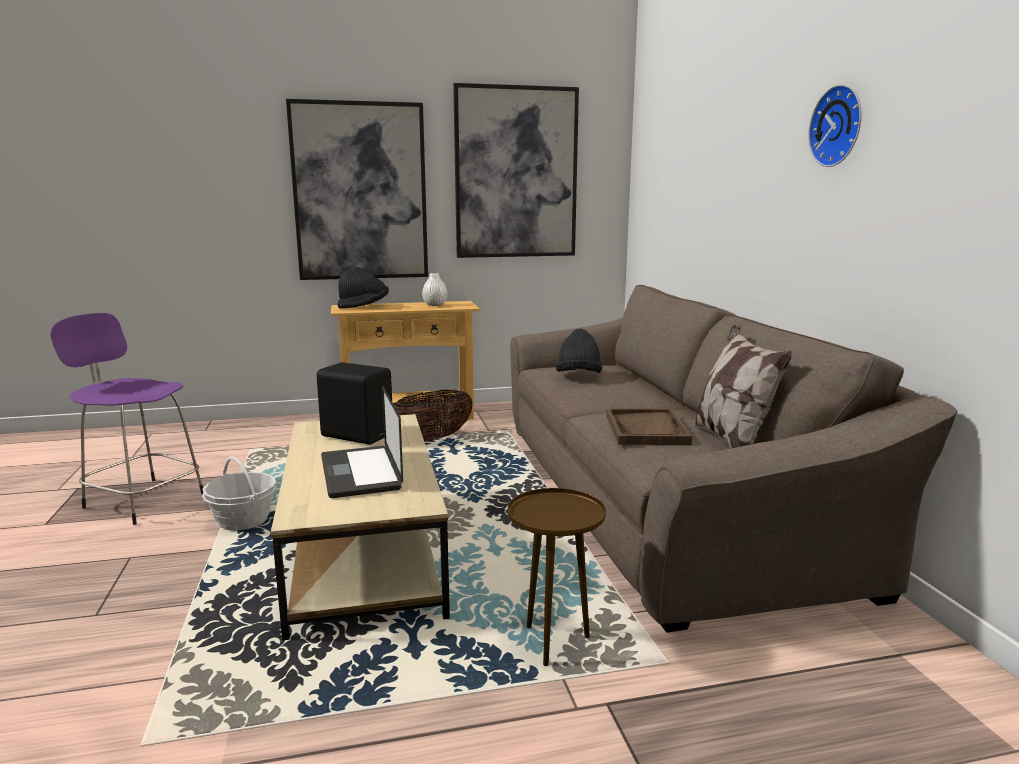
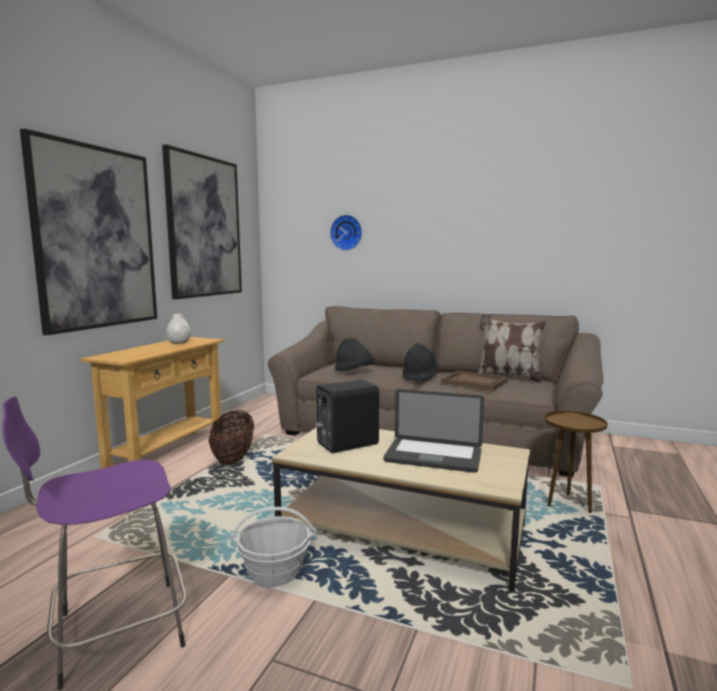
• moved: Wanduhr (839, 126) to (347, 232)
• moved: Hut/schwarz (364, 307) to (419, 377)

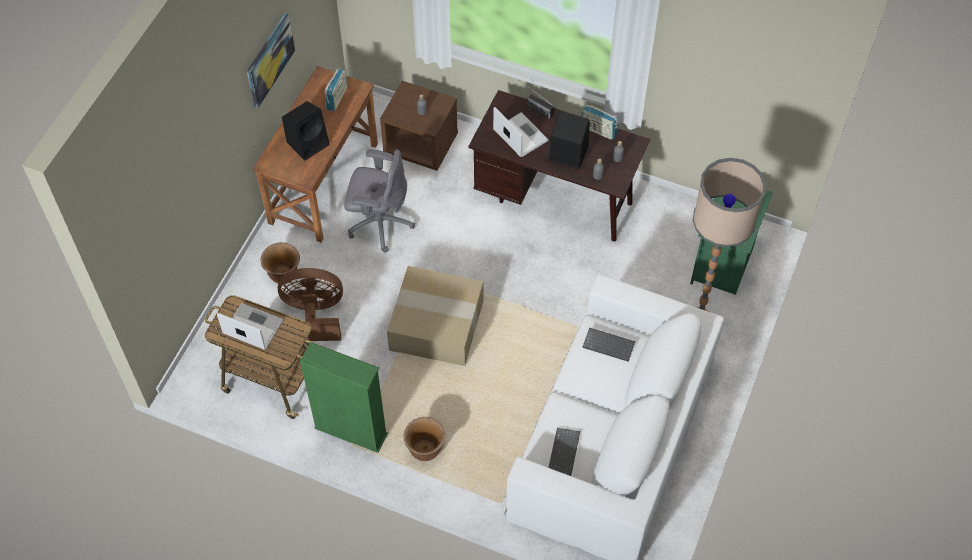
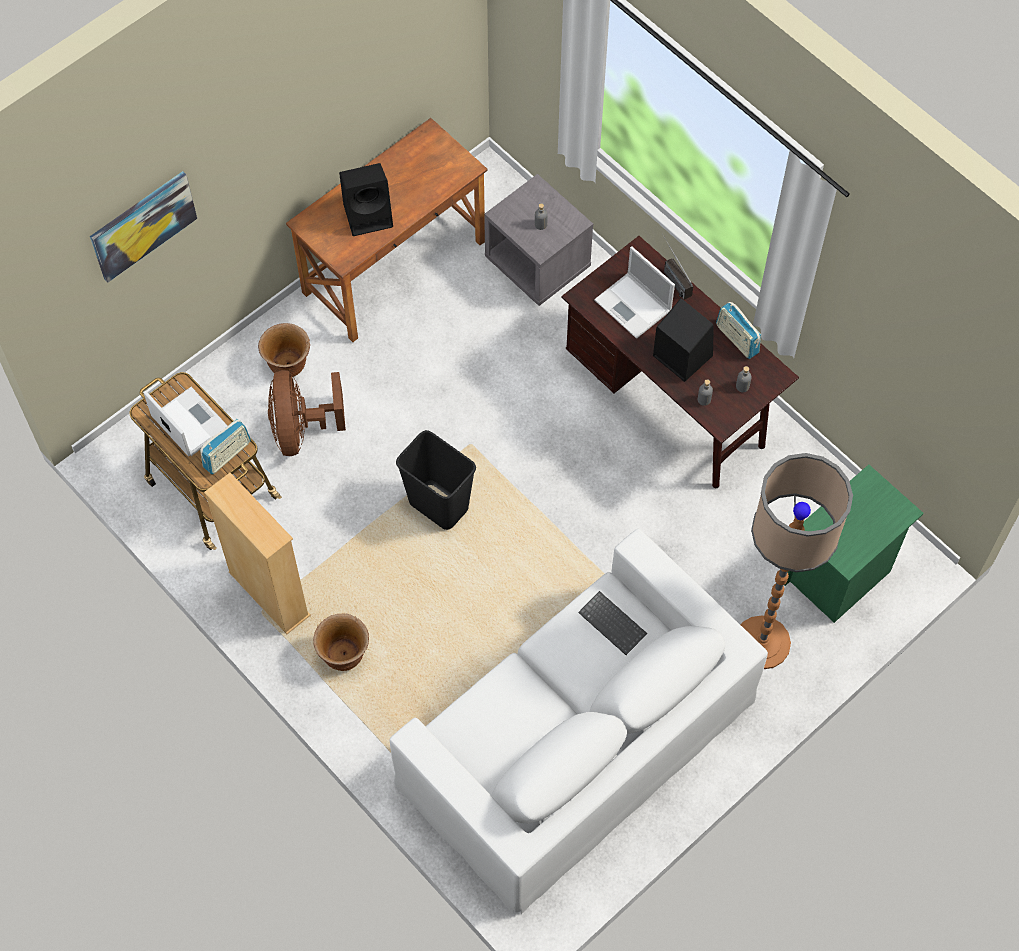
• moved: Bild (269, 60) to (143, 225)
• moved: Radio (337, 97) to (227, 454)
• recoloured: Bücherregal/grün (351, 431) to Bücherregal/beige (269, 594)
• turned: Ventilator/braun (315, 313) = (301, 429) 120 degrees counterclockwise
• replaced: Karton (438, 324) to Mülleimer/schwarz (439, 505)
• recoloured: Nachttisch/braun (421, 145) to Nachttisch/grau (538, 264)
• turned: Laptop (519, 135) = (634, 306) 150 degrees clockwise
• removed: Bürostuhl/grau (379, 223)
• removed: Tastatur (564, 453)

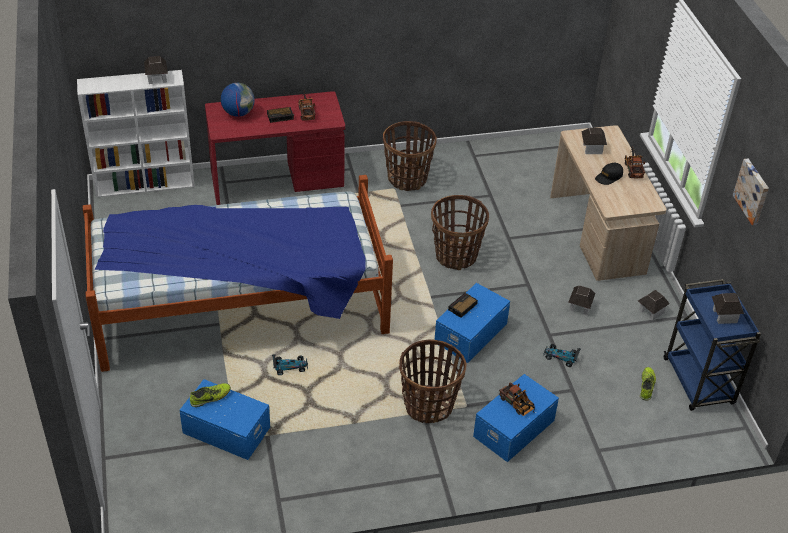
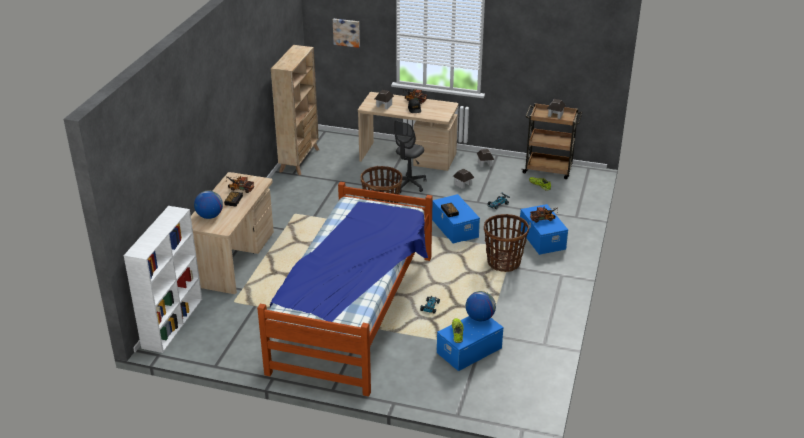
• recoloured: Schreibtisch/rot (277, 180) to Schreibtisch/beige (234, 259)
• added: Bücherregal/beige (299, 160)
• moved: Bild (752, 191) to (346, 32)
• added: Bürostuhl/grau (408, 184)
• added: Globus (479, 318)
• recoloured: Rollwagen/blau (699, 383) to Rollwagen/braun (548, 169)
• removed: Spielzeughaus (157, 78)
• removed: Korb (407, 179)

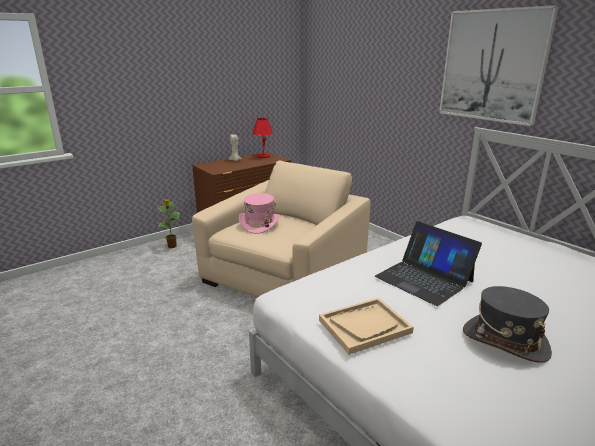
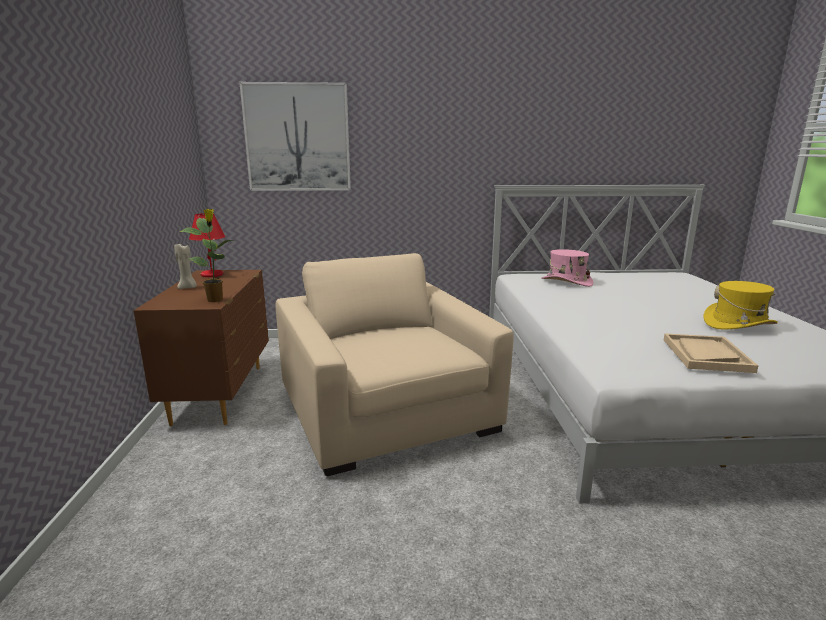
• moved: Topfpflanze (172, 246) to (216, 300)
• moved: Bild (492, 66) to (297, 138)
• moved: Hut/rosa (259, 224) to (566, 282)
• recoloured: Hut/grau (504, 341) to Hut/gelb (738, 324)
• removed: Laptop (424, 279)

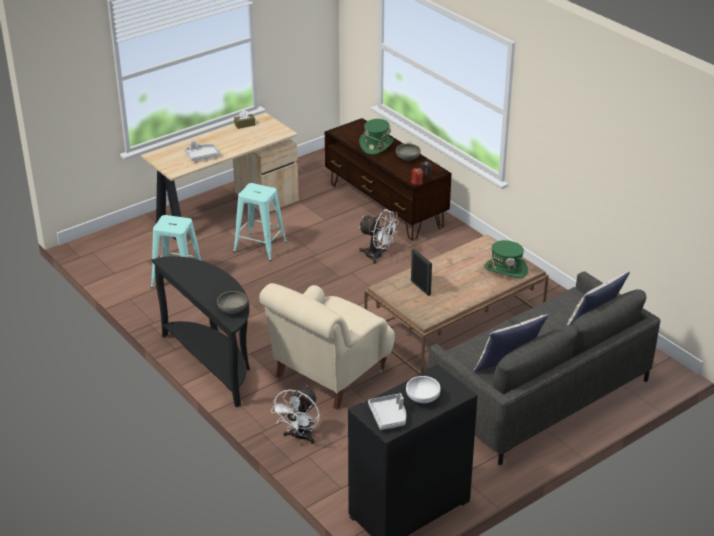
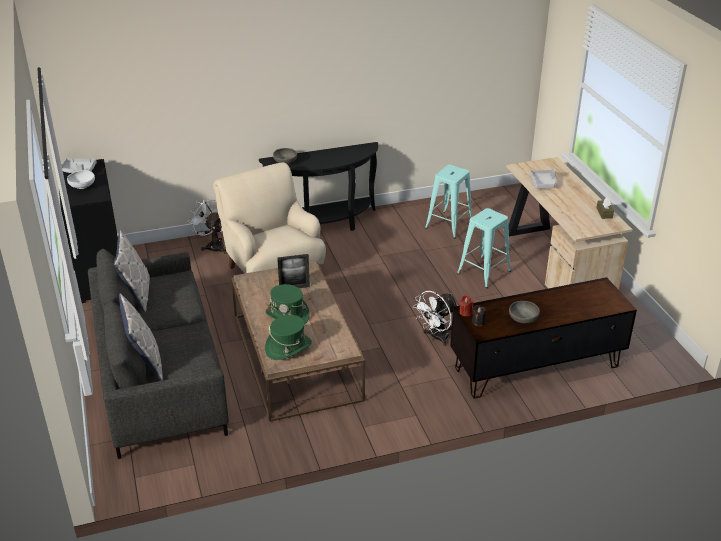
• moved: Hut/grün (376, 145) to (287, 315)

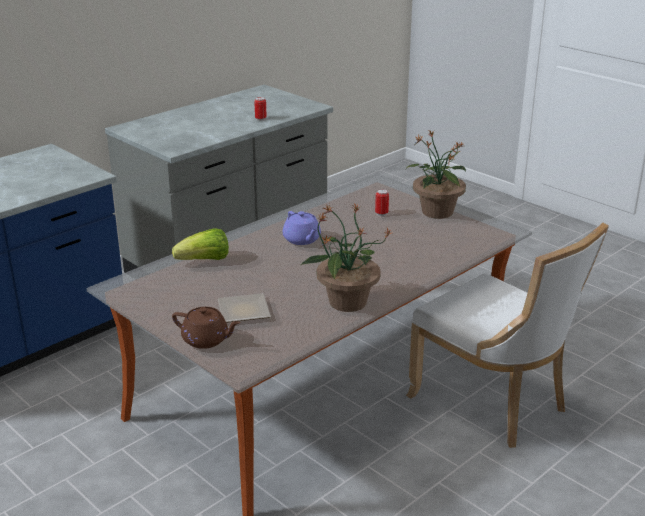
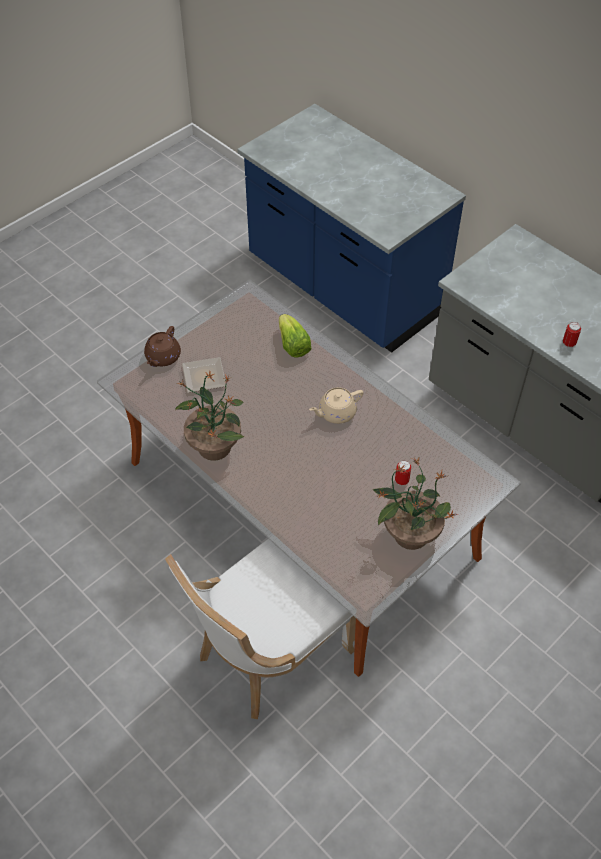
• recoloured: Teekanne/lila (302, 240) to Teekanne/beige (336, 413)

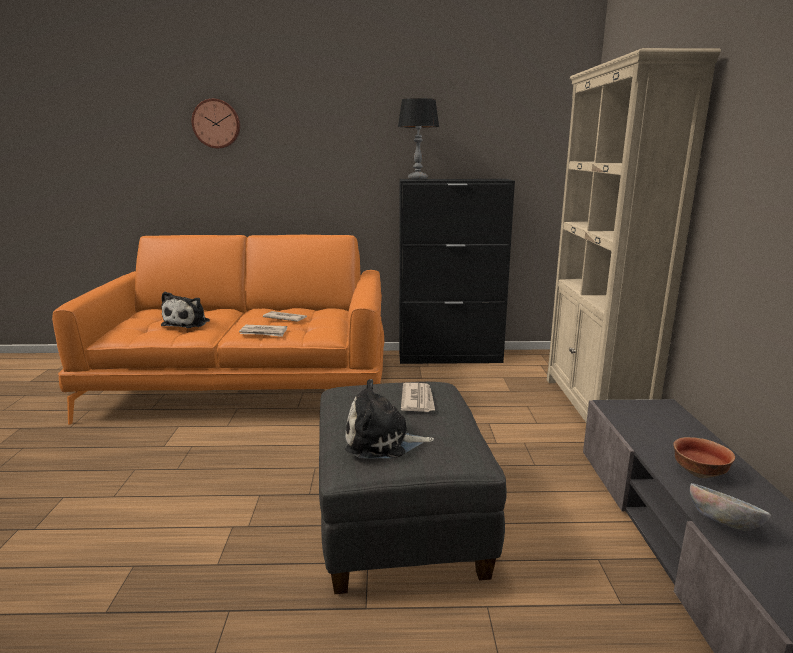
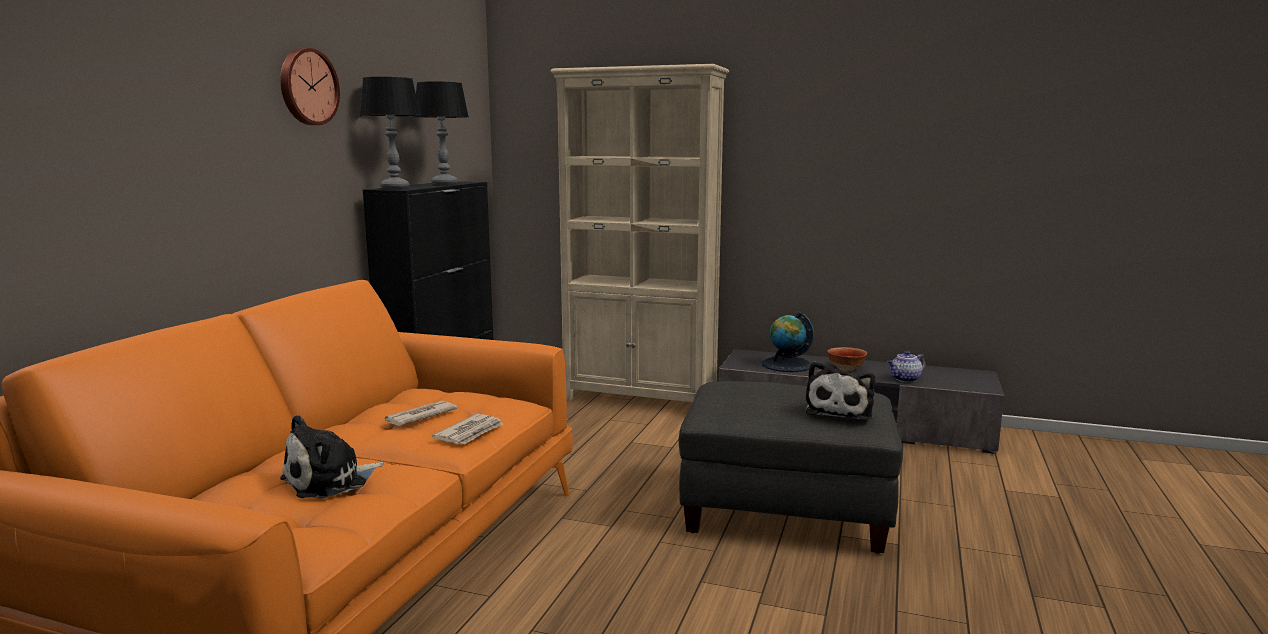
• moved: Wanduhr (216, 124) to (307, 87)
• turned: Plüschtier (188, 323) = (330, 481) 105 degrees clockwise
• added: Tischlampe (444, 183)
• added: Globus (786, 365)
• replaced: Schüssel (722, 524) to Teekanne (905, 379)
• removed: Zeitung (418, 400)

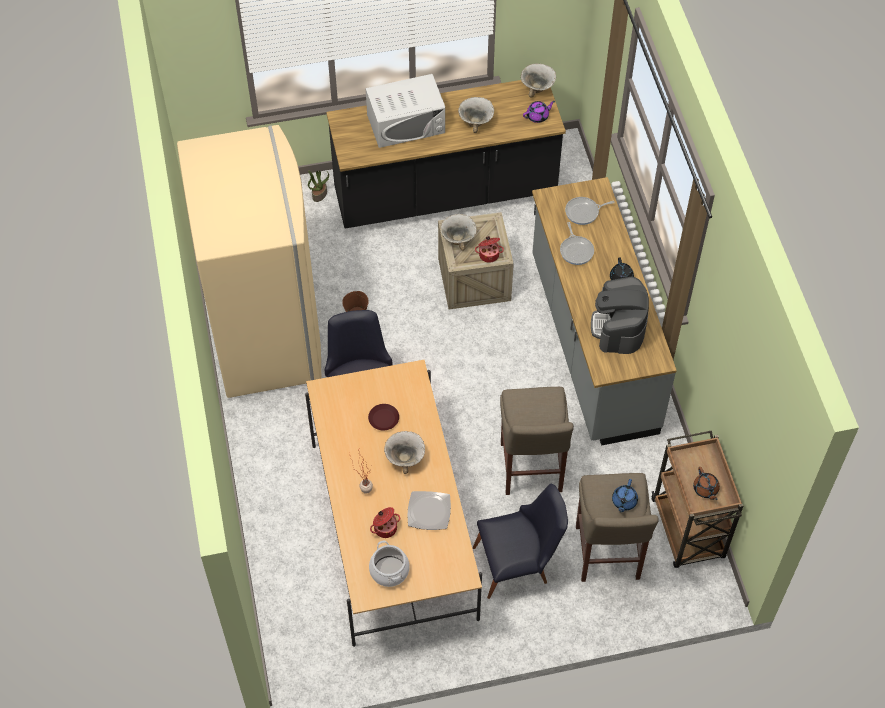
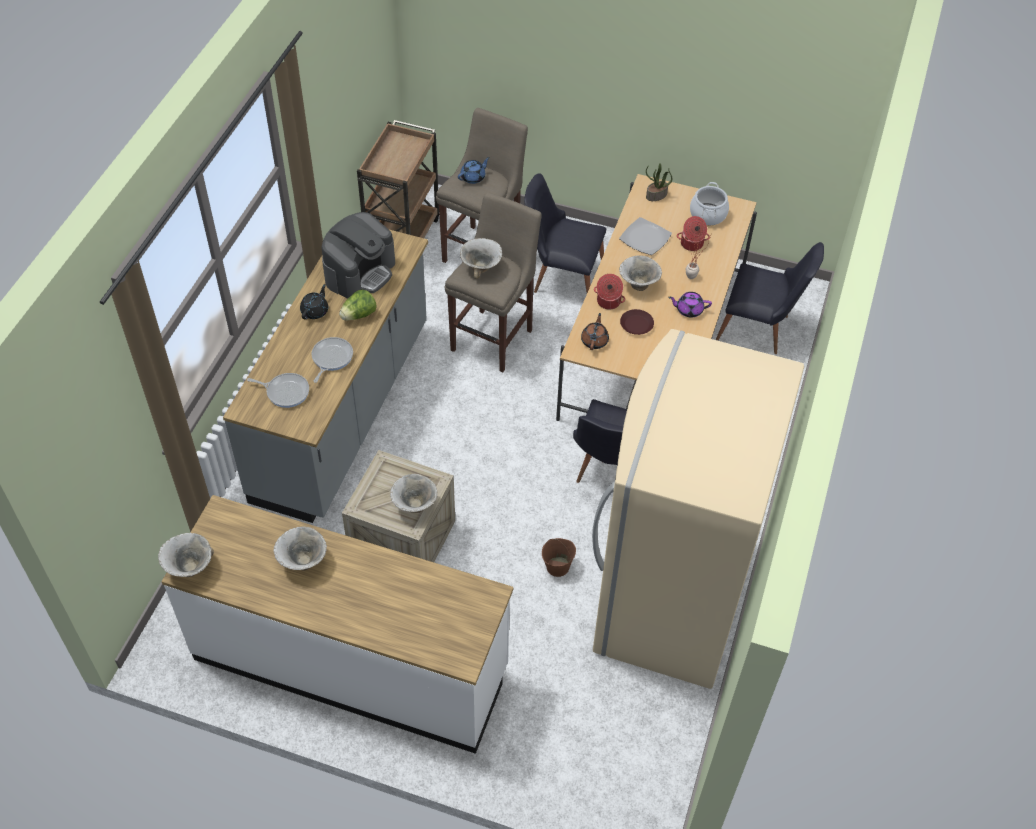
• recoloured: Küchenzeile/schwarz (445, 194) to Küchenzeile/weiß (351, 662)
• added: Salatkopf (359, 315)
• added: Schüssel (481, 268)
• moved: Teekanne/braun (705, 489) to (594, 340)
• moved: Kochtopf (489, 254) to (608, 302)
• moved: Topfpflanze (319, 194) to (656, 196)
• moved: Teekanne/lila (538, 116) to (689, 310)
• added: Stuhl/schwarz (760, 330)
• removed: Mikrowelle/weiß (406, 123)

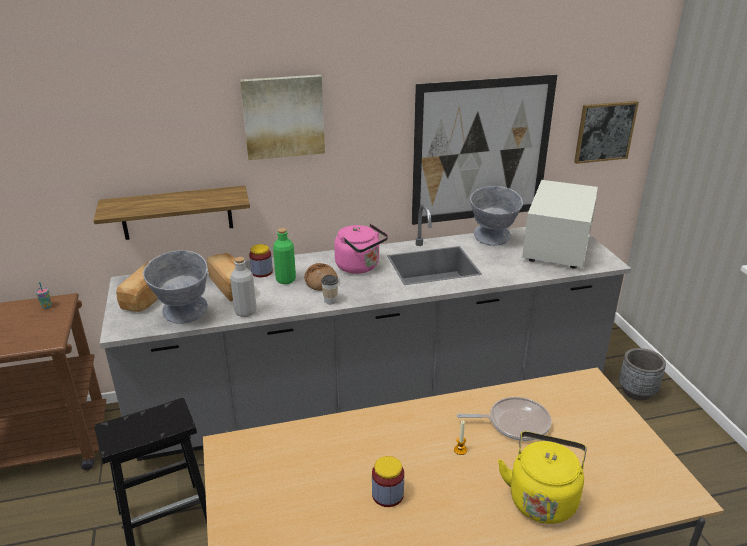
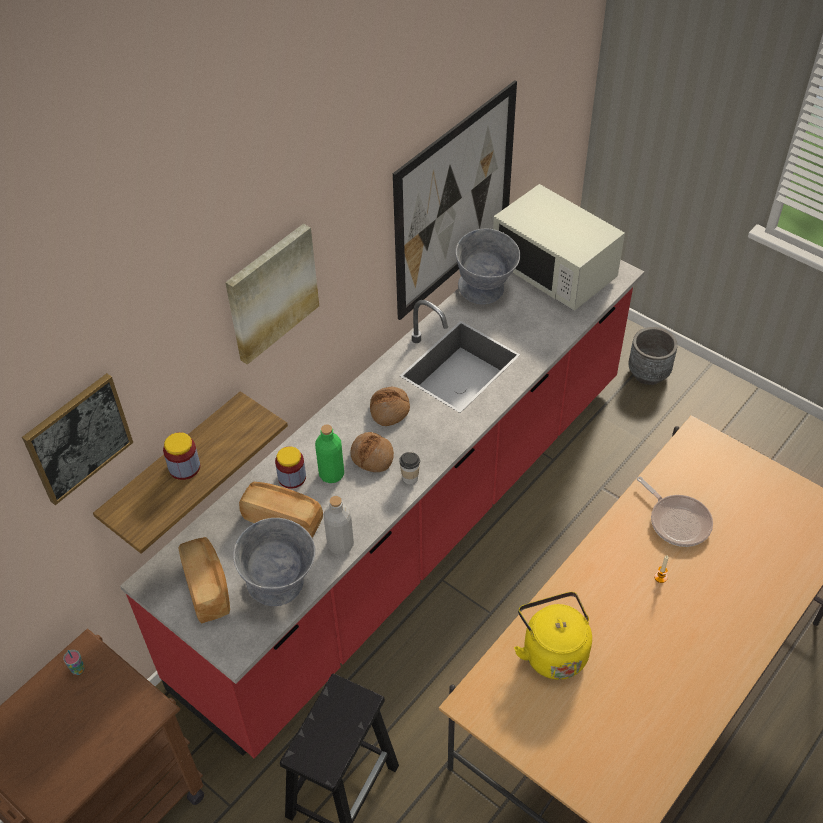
• moved: Bild (604, 131) to (78, 438)
• recoloured: Küchenzeile/grau (373, 397) to Küchenzeile/rot (414, 525)
• moved: Vorratsglas (387, 494) to (184, 467)
• replaced: Wasserkessel/rosa (360, 267) to Brot (389, 410)
• turned: Mikrowelle/weiß (556, 246) = (554, 272) 150 degrees clockwise
• moved: Wasserkessel/gelb (542, 498) to (552, 651)
• turned: Pfanne (514, 423) = (677, 521) 90 degrees clockwise

